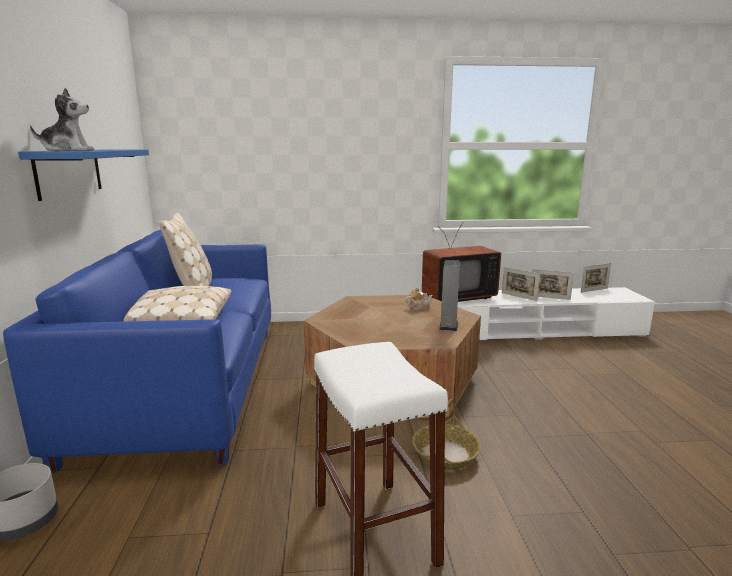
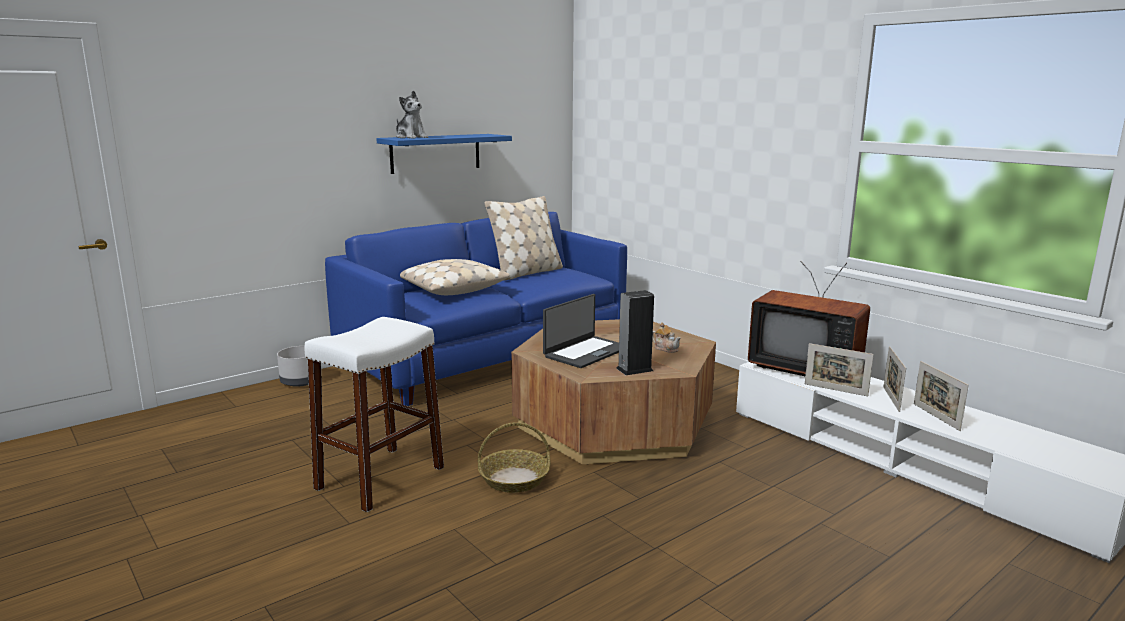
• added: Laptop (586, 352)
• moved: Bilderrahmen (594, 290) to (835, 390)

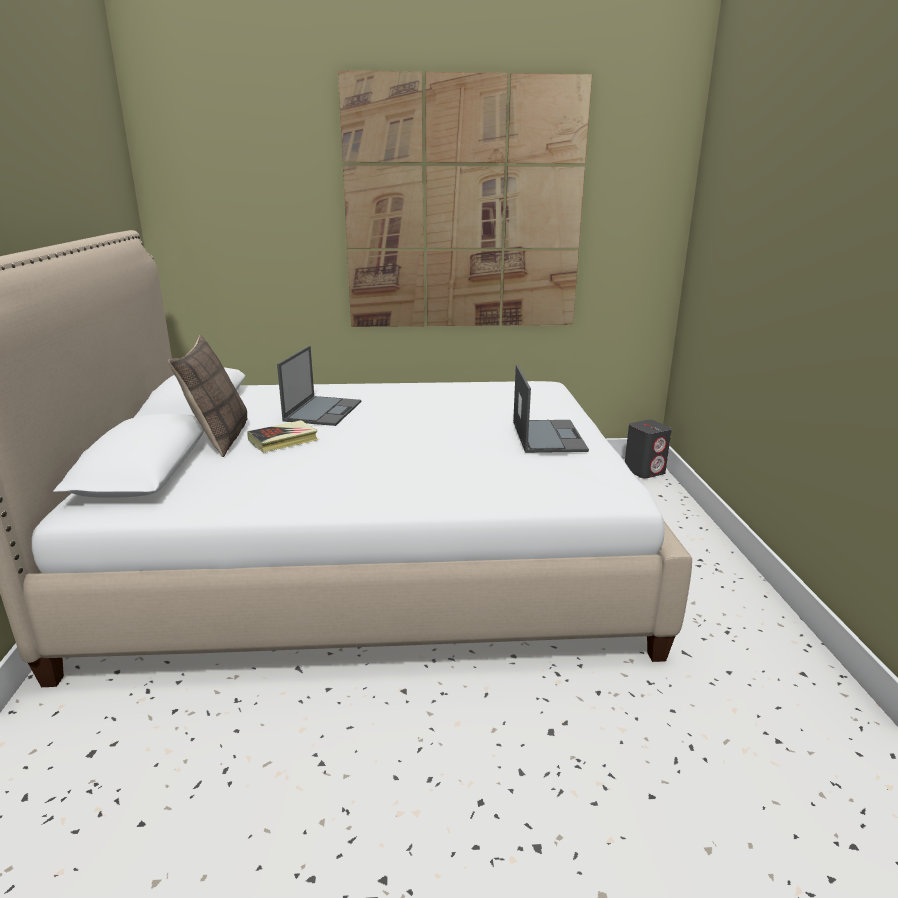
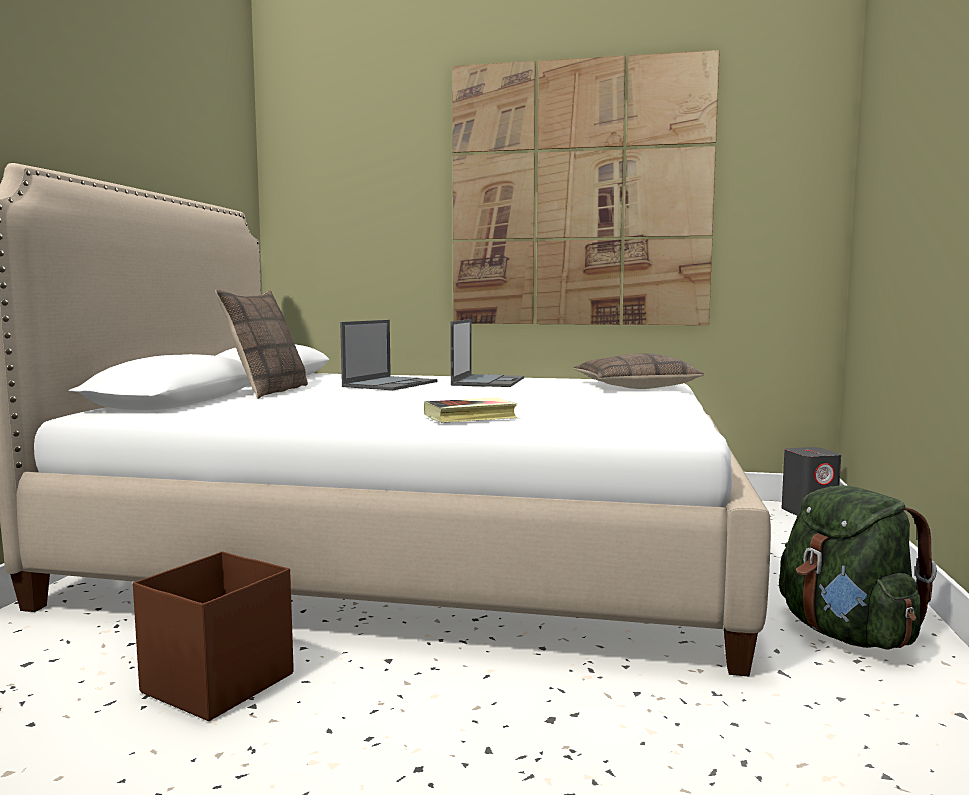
• added: Aufbewahrungsbox/braun (216, 684)
• moved: Buch (283, 440) to (470, 417)
• moved: Laptop (547, 436) to (488, 381)
• added: Kissen (634, 386)
• added: Rucksack/grün (847, 634)

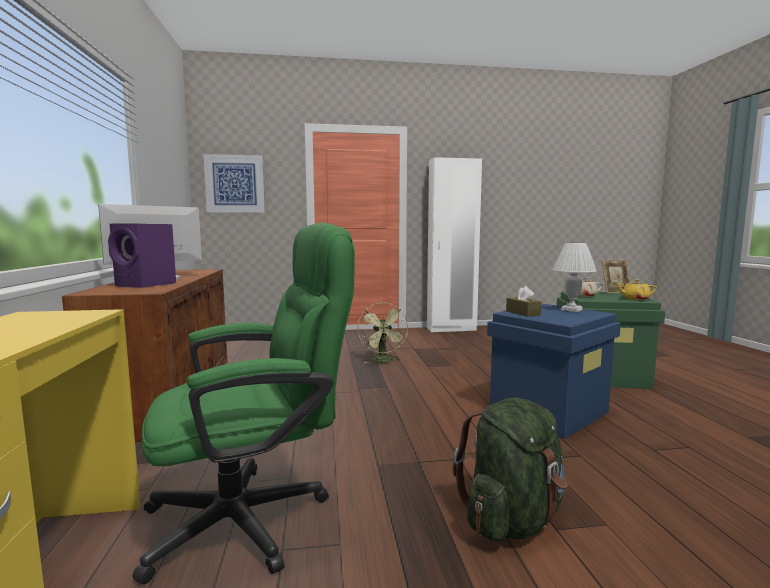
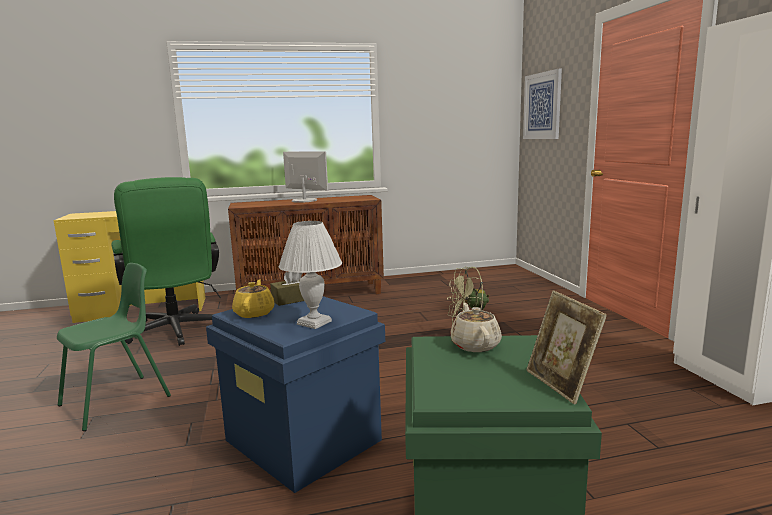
• replaced: Rucksack/grün (512, 519) to Stuhl/grün (117, 401)
• moved: Teekanne/gelb (635, 299) to (254, 313)
• removed: Lautsprecher/lila (147, 285)

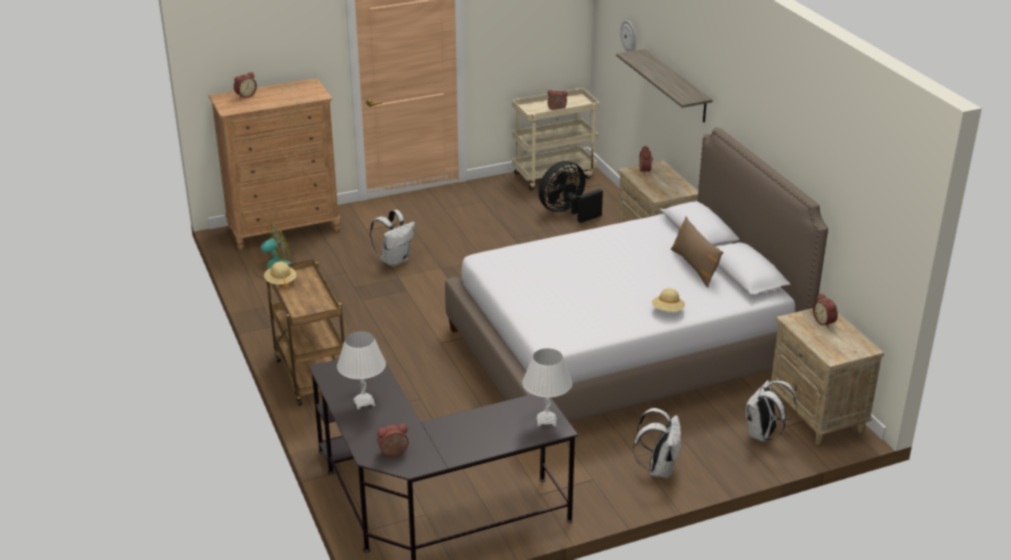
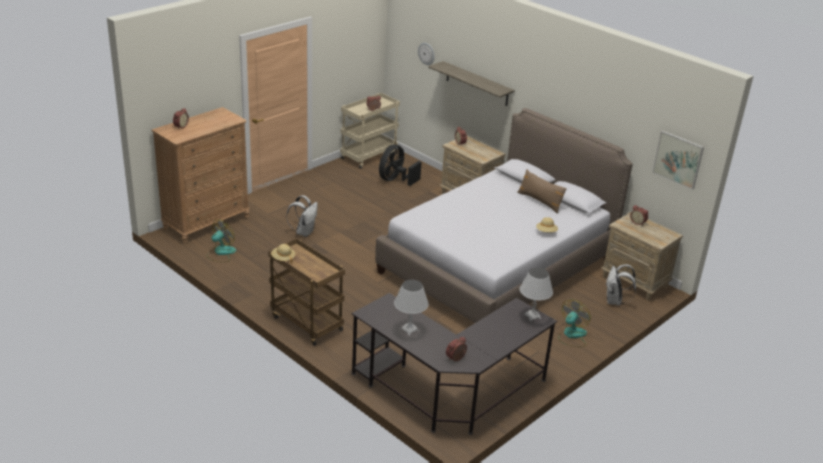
• replaced: Rucksack/weiß (659, 469) to Ventilator (572, 335)
• added: Bild (678, 159)

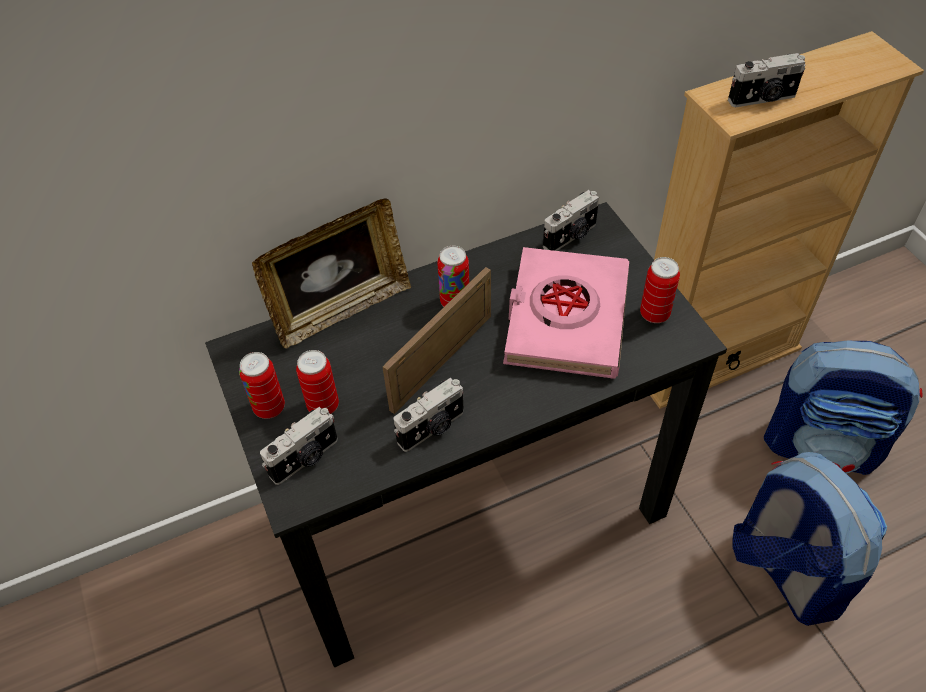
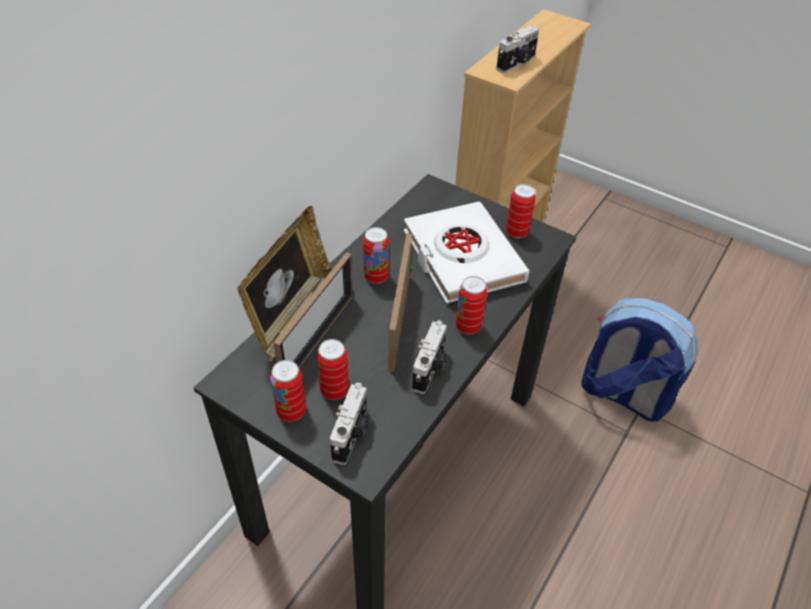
• added: Bilderrahmen (318, 338)
• recoloured: Buch/rosa (565, 318) to Buch/weiß (462, 257)
• added: Dose (468, 326)
• removed: Kamera (571, 236)
• removed: Rucksack (822, 446)

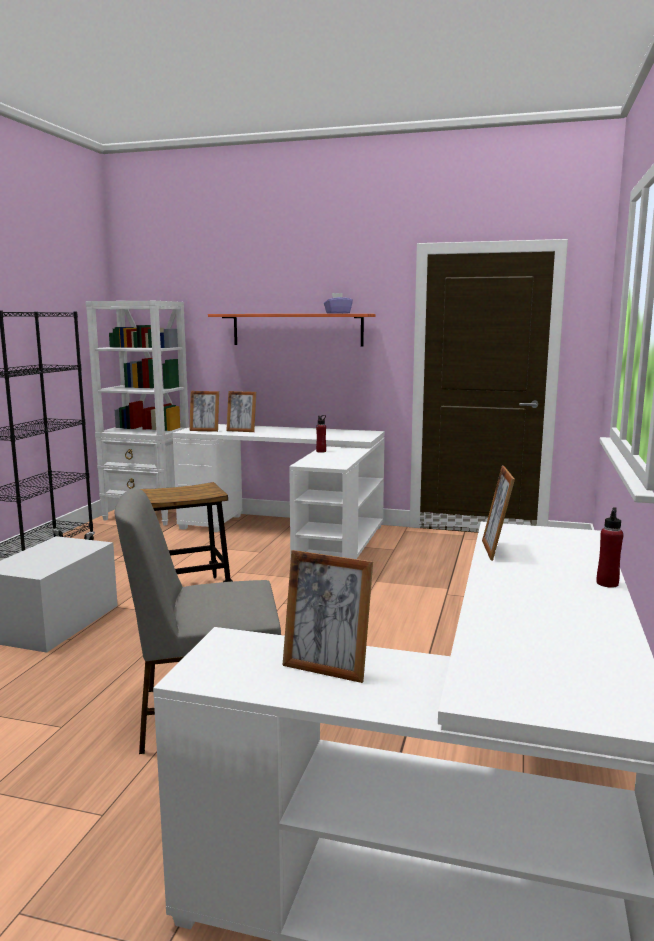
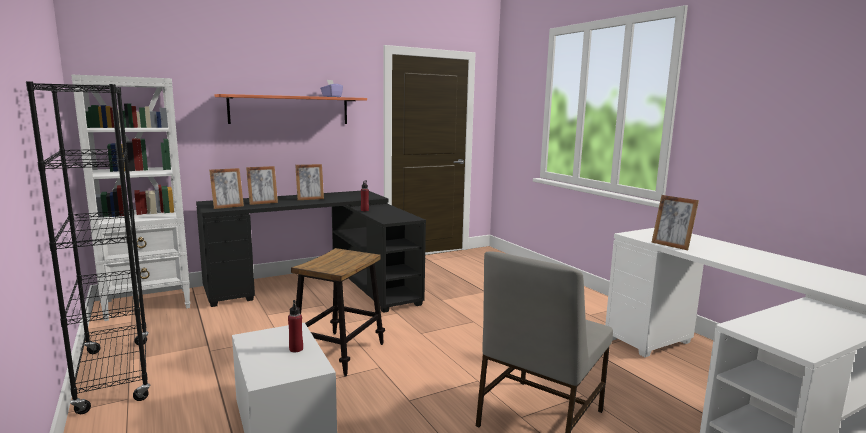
• recoloured: Schreibtisch/weiß (293, 535) to Schreibtisch/schwarz (321, 286)
• moved: Flasche/rot (607, 583) to (296, 349)
• moved: Bilderrahmen (326, 668) to (310, 199)

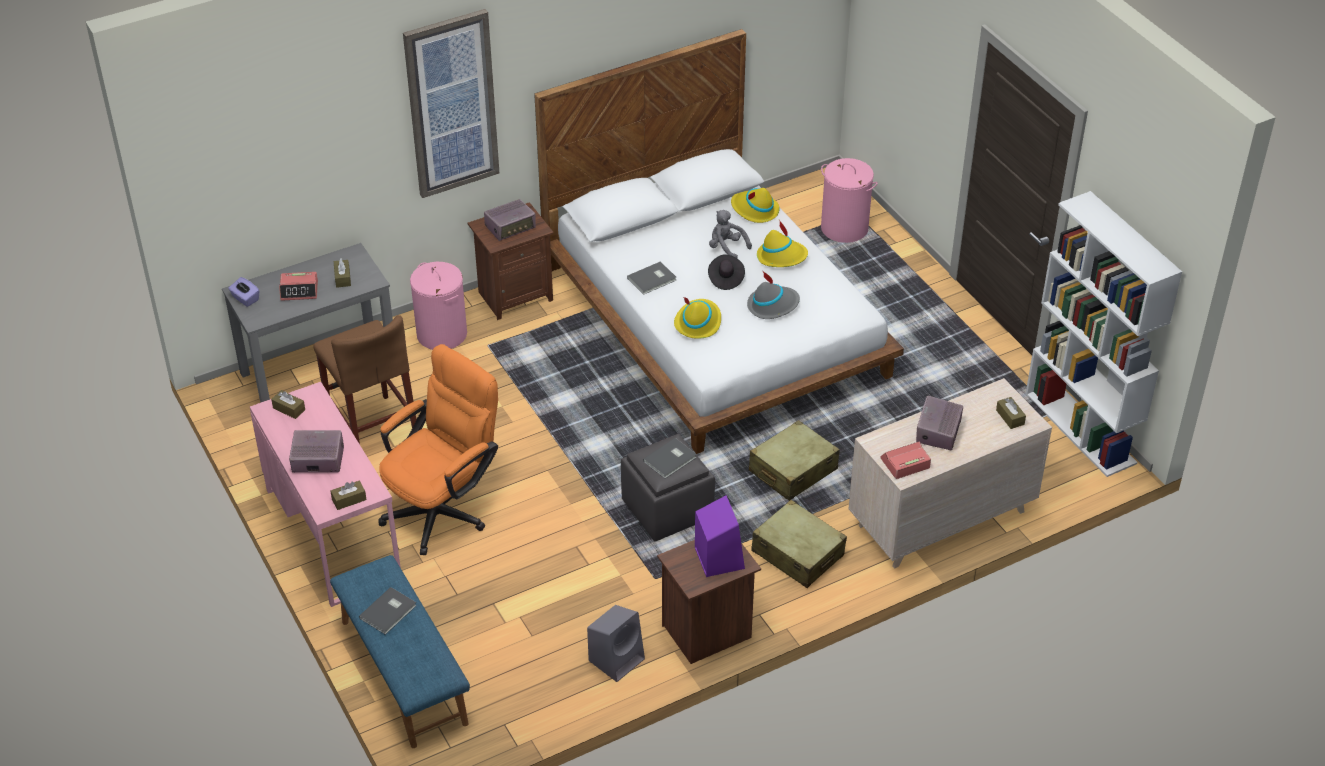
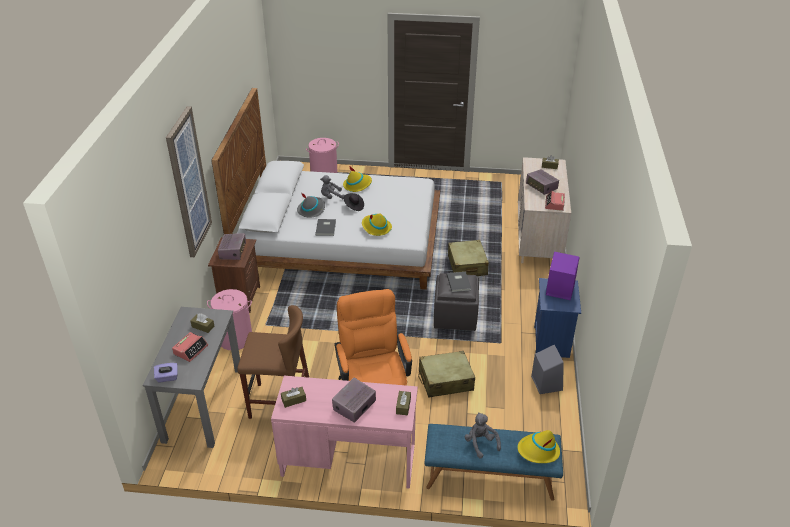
• moved: Hut/grau (772, 305) to (311, 209)
• moved: Koffer/beige (797, 553) to (445, 380)
• replaced: Buch/grau (389, 612) to Plüschtier/grau (480, 443)
• moved: Hut/gelb (754, 210) to (538, 451)
• recoloured: Nachttisch/braun (708, 632) to Nachttisch/blau (552, 342)
• removed: Bücherregal/weiß (1081, 428)

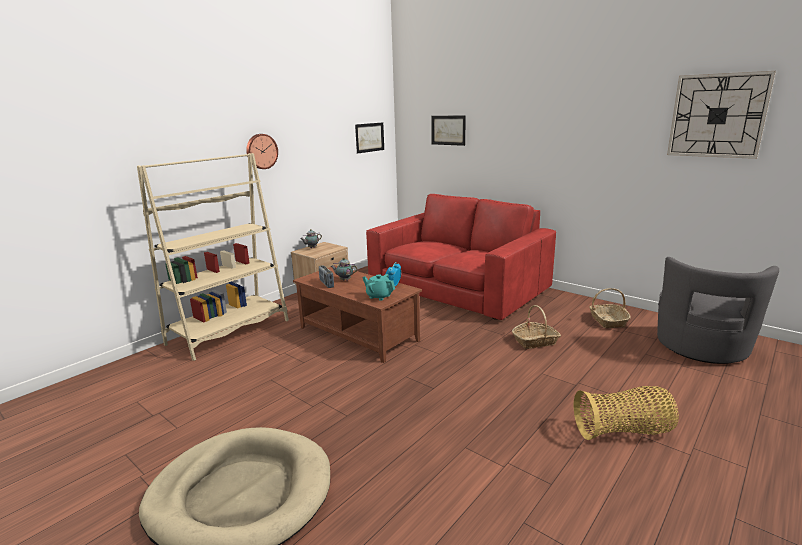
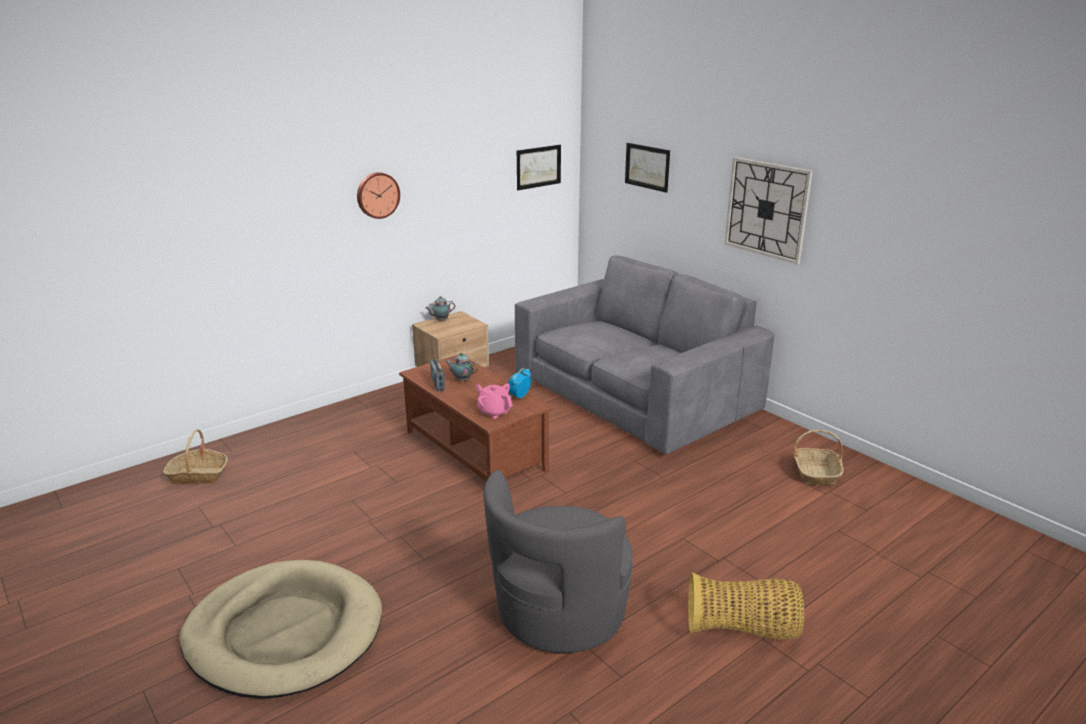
• moved: Korb (535, 341) to (198, 475)
• recoloured: Teekanne/türkis (379, 296) to Teekanne/rosa (494, 412)
• moved: Sessel/grau (701, 347) to (558, 614)
• recoloured: Sofa/rot (458, 287) to Sofa/grau (635, 394)
• moved: Wanduhr (717, 116) to (767, 209)
• removed: Bücherregal/beige (229, 332)

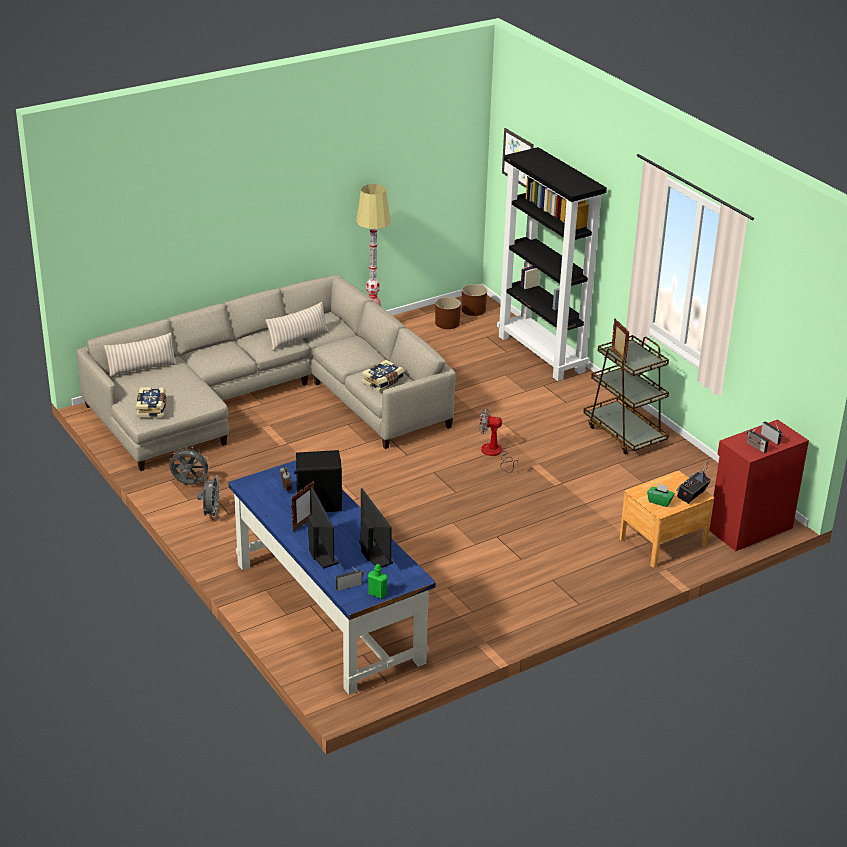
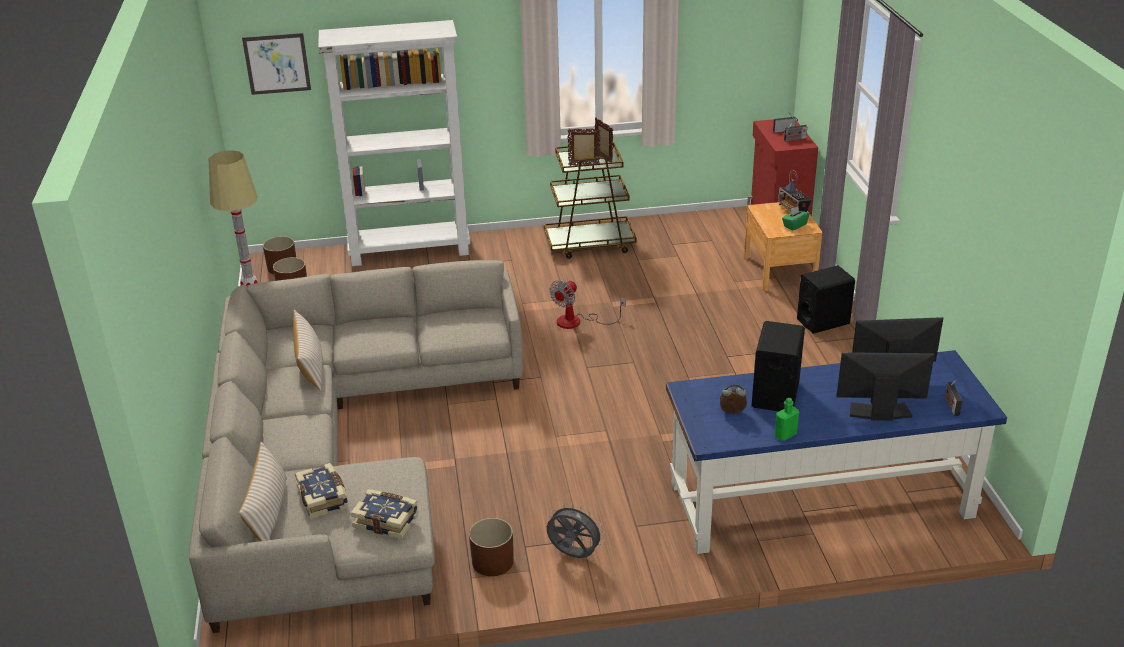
• moved: Buch (383, 382) to (324, 498)
• recoloured: Bücherregal/schwarz (542, 354) to Bücherregal/weiß (410, 250)
• replaced: Ventilator/grau (189, 484) to Pflanzkübel/braun (493, 562)
• moved: Bilderrahmen (303, 524) to (603, 159)
• moved: Flasche/grün (377, 594) to (785, 435)
• added: Lautsprecher/schwarz (823, 321)

